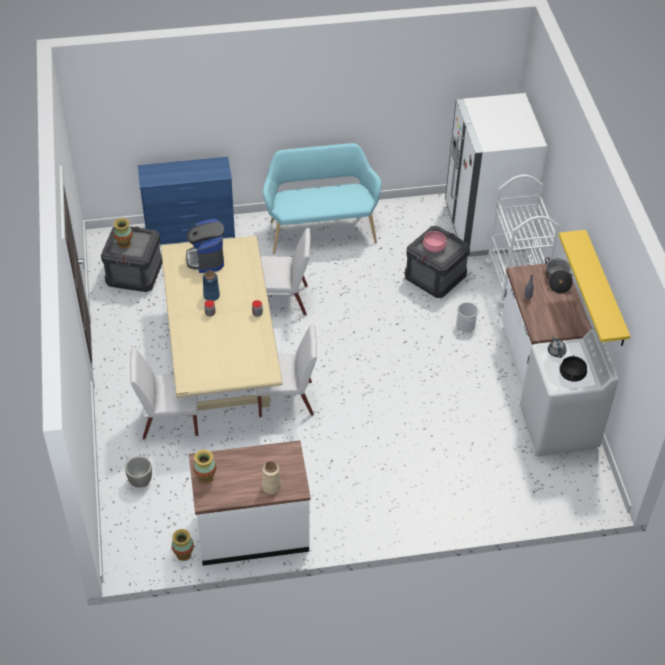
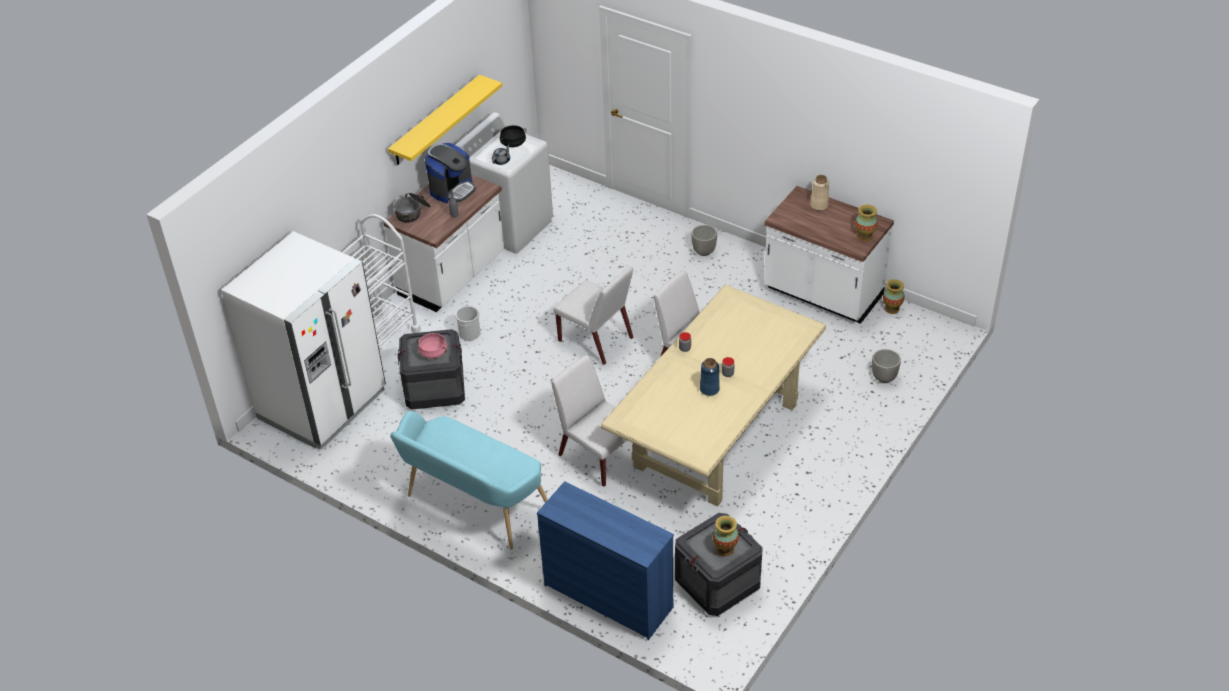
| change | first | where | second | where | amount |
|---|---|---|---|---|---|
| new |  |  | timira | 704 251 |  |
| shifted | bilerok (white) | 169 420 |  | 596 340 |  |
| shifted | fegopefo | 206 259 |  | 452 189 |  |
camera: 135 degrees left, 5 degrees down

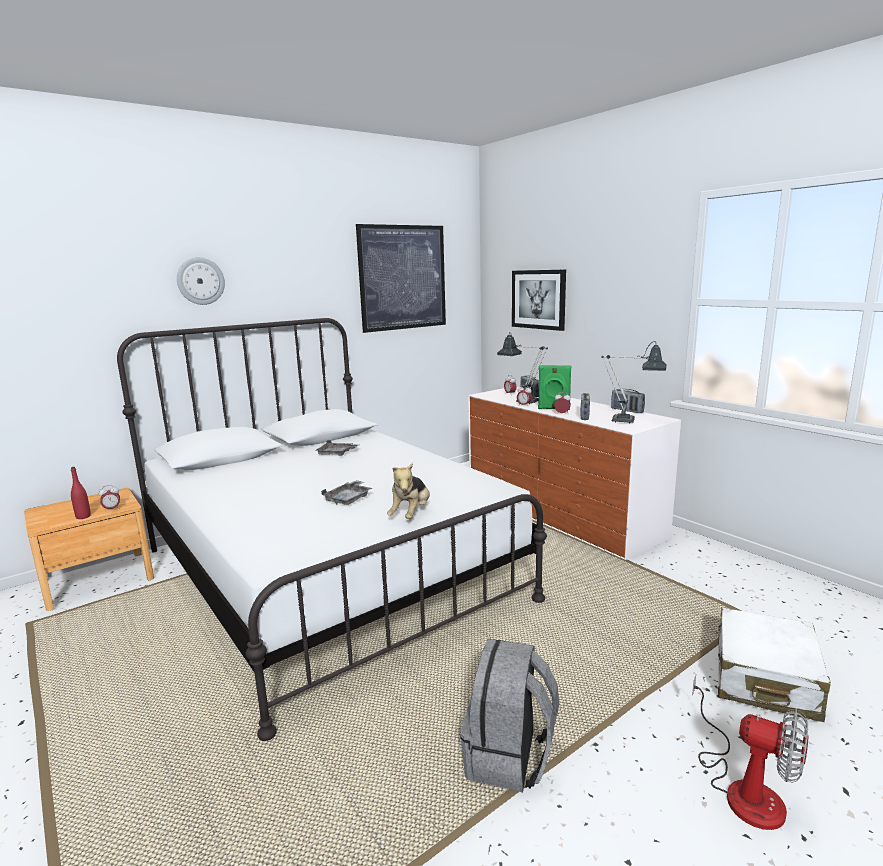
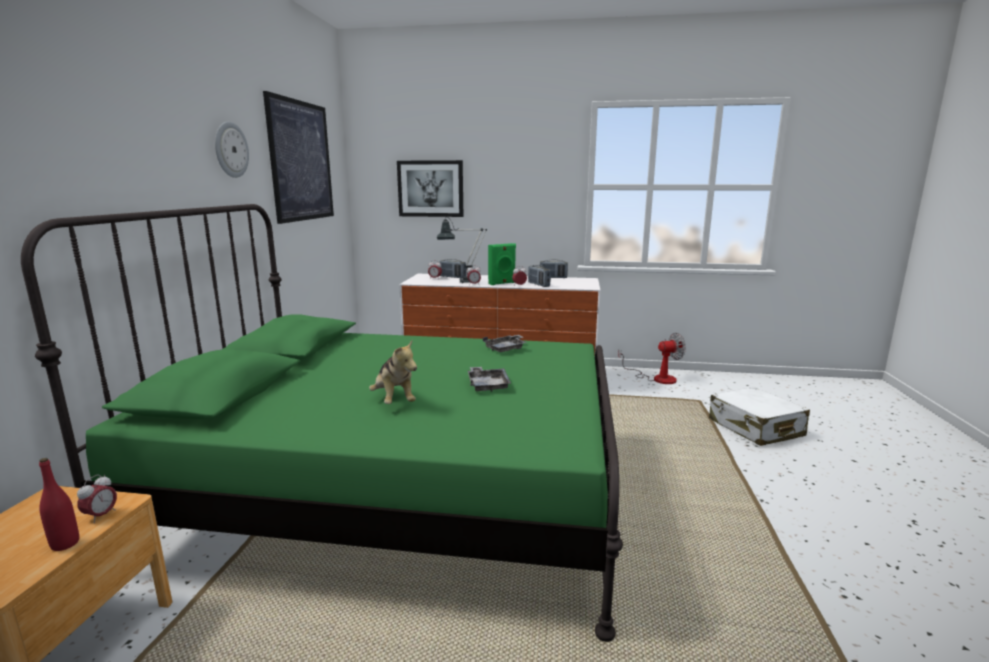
| change | first | where | second | where | amount |
|---|---|---|---|---|---|
| gone | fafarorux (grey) | 509 758 |  |  |  |
| gone | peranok | 629 421 |  |  |  |
| shifted | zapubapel | 200 281 |  | 230 150 |  |
| shifted | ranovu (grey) | 336 454 |  | 506 349 |  |
| shifted | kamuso | 411 514 |  | 394 400 |  |
| shifted | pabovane | 743 787 |  | 656 378 |  |
| repainted | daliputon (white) | 327 573 | daliputon (green) | 398 492 |  |
camera: 45 degrees left, 0 degrees up

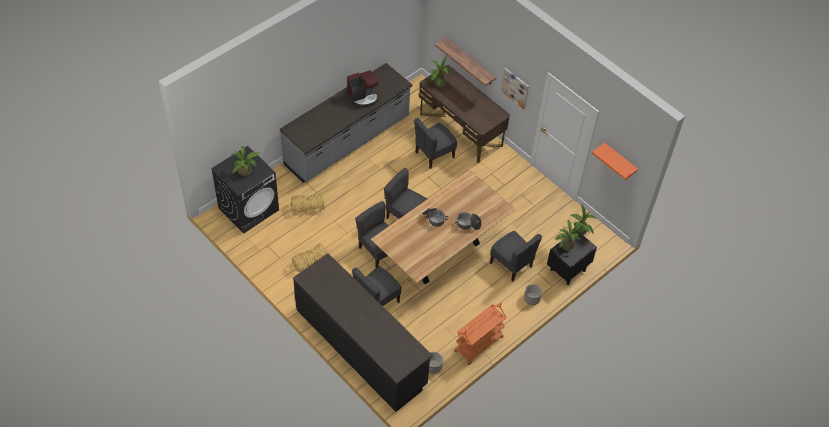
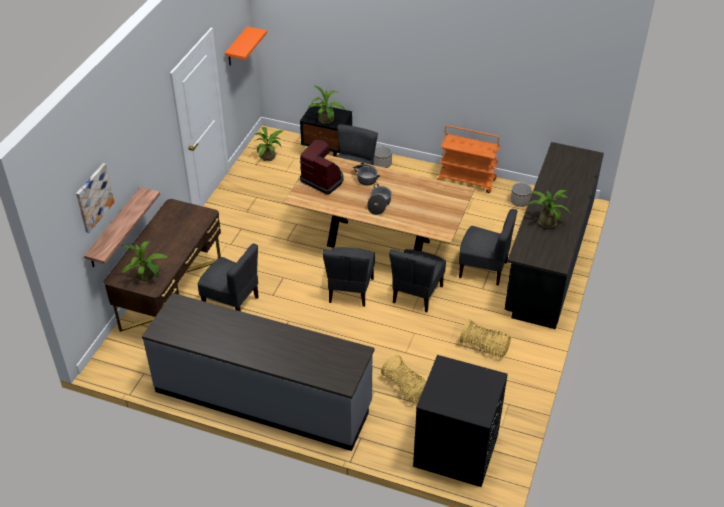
| change | first | where | second | where | amount |
|---|---|---|---|---|---|
| shifted | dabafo | 246 171 |  | 545 221 |  |
| shifted | fegopefo | 363 97 |  | 323 180 |  |
| shifted | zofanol | 515 88 |  | 94 197 |  |
camera: 115 degrees left, 10 degrees down

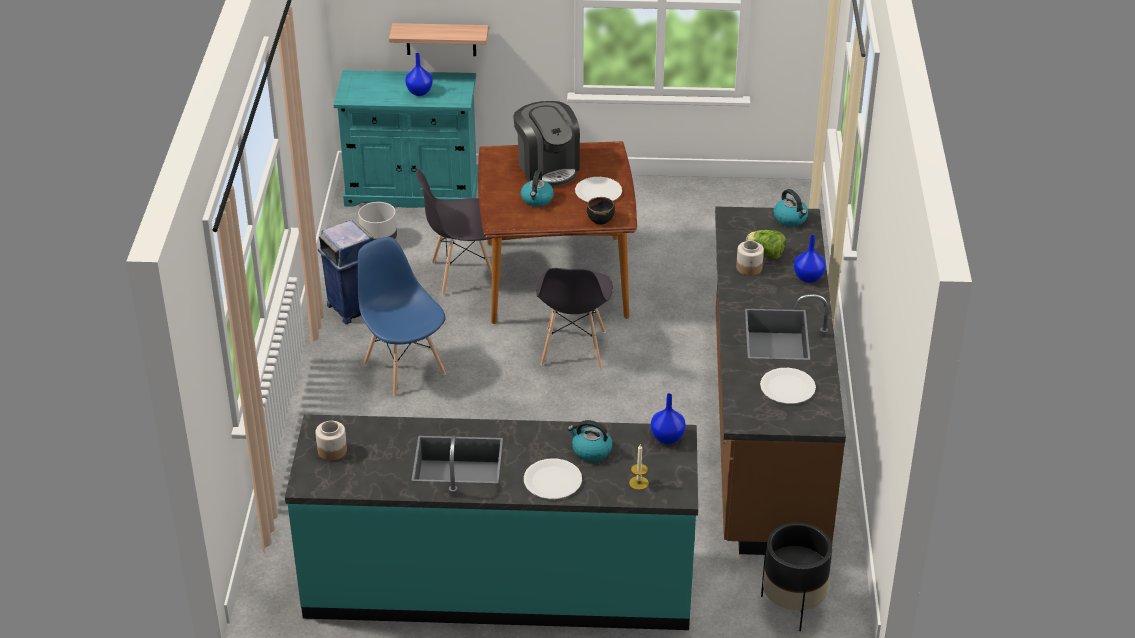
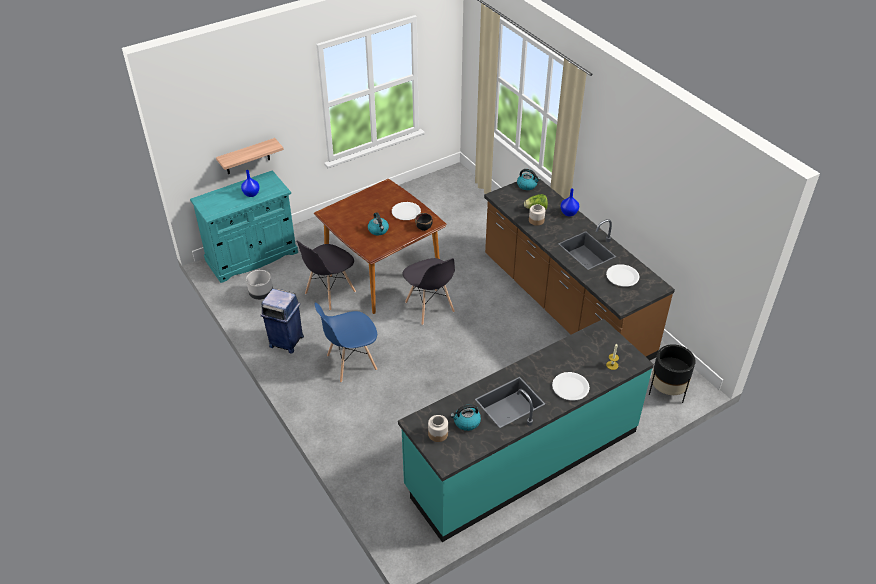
| change | first | where | second | where | amount |
|---|---|---|---|---|---|
| gone | fegopefo | 547 167 |  |  |  |
| gone | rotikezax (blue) | 666 438 |  |  |  |
| shifted | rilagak | 591 451 |  | 466 422 |  |
| rotated | bilerok (blue) | 404 368 |  | 351 363 | 45 degrees counterclockwise |
camera: 35 degrees left, 5 degrees up

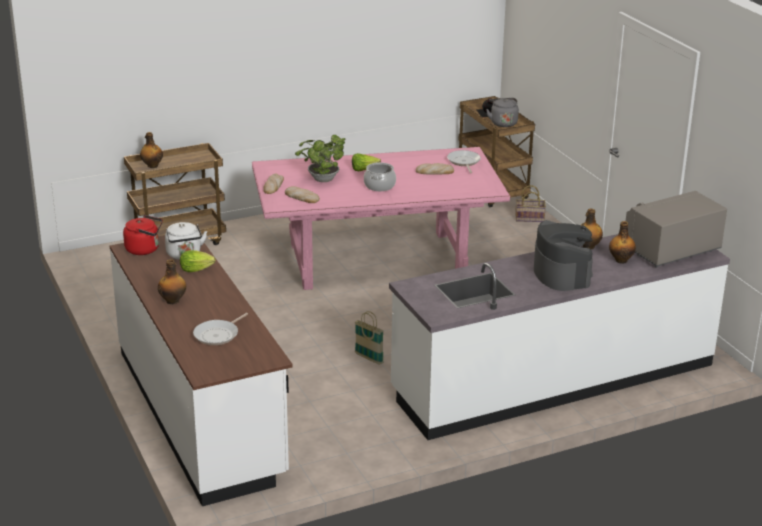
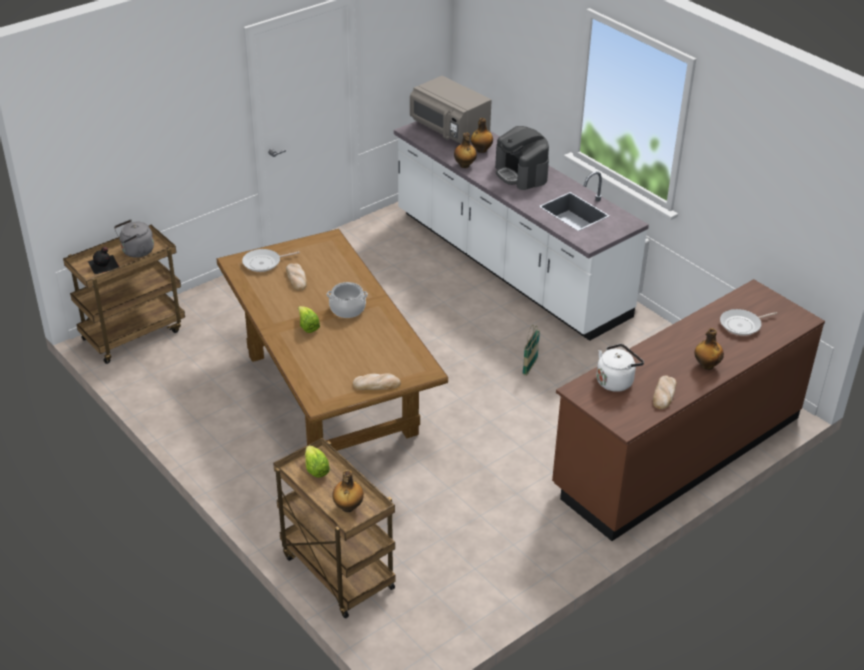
| change | first | where | second | where | amount |
|---|---|---|---|---|---|
| gone | rilagak (red) | 145 249 |  |  |  |
| gone | dabafo | 321 180 |  |  |  |
| gone | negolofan | 530 218 |  |  |  |
| shifted | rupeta | 195 270 |  | 316 470 |  |
| shifted | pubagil | 301 197 |  | 664 394 |  |
| repainted | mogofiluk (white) | 201 413 | mogofiluk (brown) | 677 452 |  |
| repainted | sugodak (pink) | 376 260 | sugodak (brown) | 331 394 |  |
| rotated | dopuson | 218 335 |  | 742 325 | 135 degrees clockwise |
| rotated | fegopefo | 561 274 |  | 521 174 | 90 degrees counterclockwise |
camera: 105 degrees left, 10 degrees up

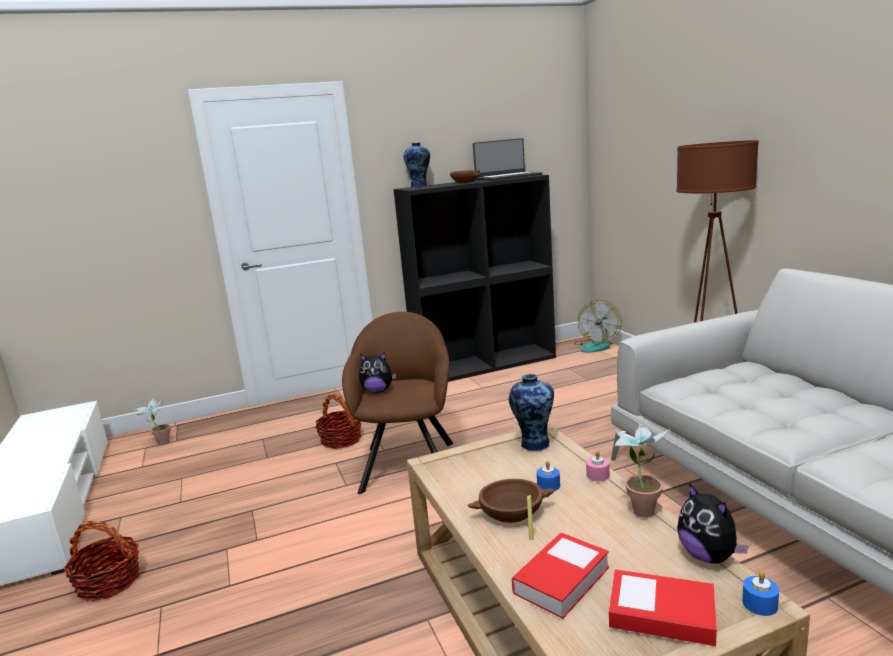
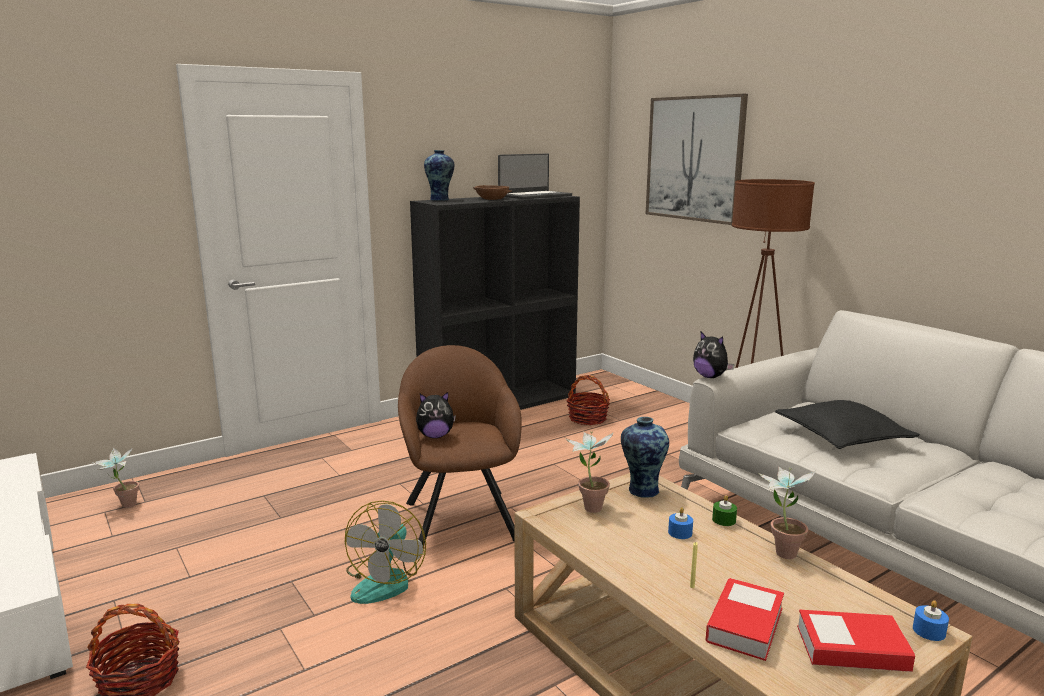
| change | first | where | second | where | amount |
|---|---|---|---|---|---|
| gone | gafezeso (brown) | 511 514 |  |  |  |
| new |  |  | dabafo | 589 505 |  |
| new |  |  | zofanol | 694 158 |  |
| new |  |  | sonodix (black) | 842 437 |  |
| shifted | negolofan | 341 440 |  | 587 418 |  |
| shifted | pabovane | 596 346 |  | 386 580 |  |
| shifted | kamuso | 708 556 |  | 710 377 |  |
| repainted | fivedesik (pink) | 597 475 | fivedesik (green) | 724 520 |  |
camera: 15 degrees left, 0 degrees up

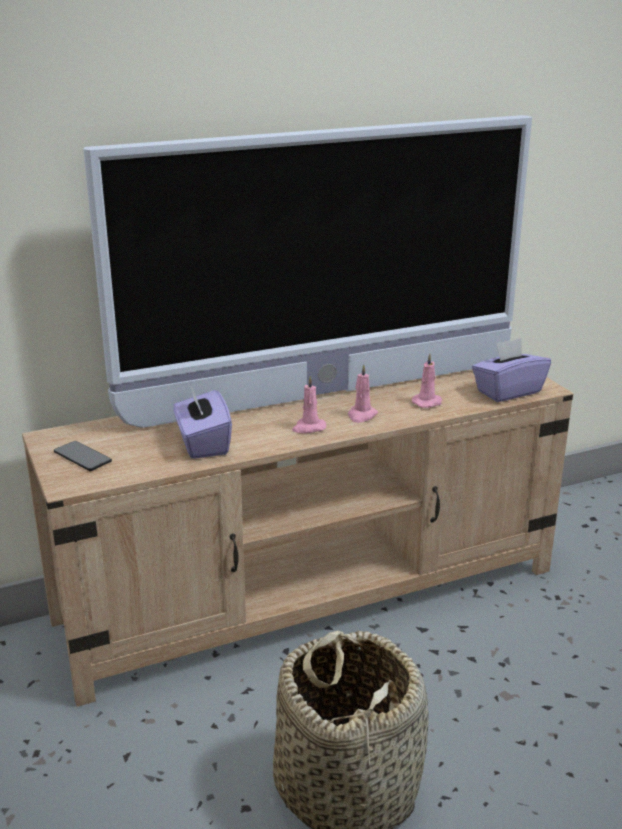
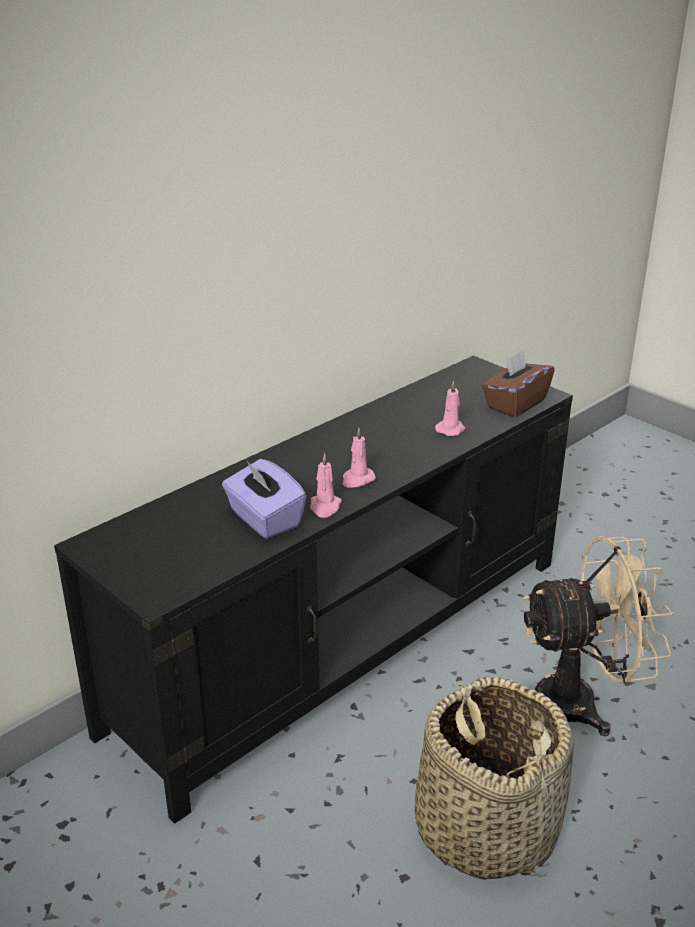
| change | first | where | second | where | amount |
|---|---|---|---|---|---|
| gone | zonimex | 82 457 |  |  |  |
| gone | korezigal | 324 394 |  |  |  |
| new |  |  | pabovane (beige) | 581 701 |  |
| shifted | fivedesik (pink) | 361 415 |  | 325 507 |  |
| repainted | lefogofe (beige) | 311 595 | lefogofe (black) | 346 641 |  |
| repainted | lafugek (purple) | 508 391 | lafugek (brown) | 515 404 |  |
camera: 20 degrees left, 5 degrees up

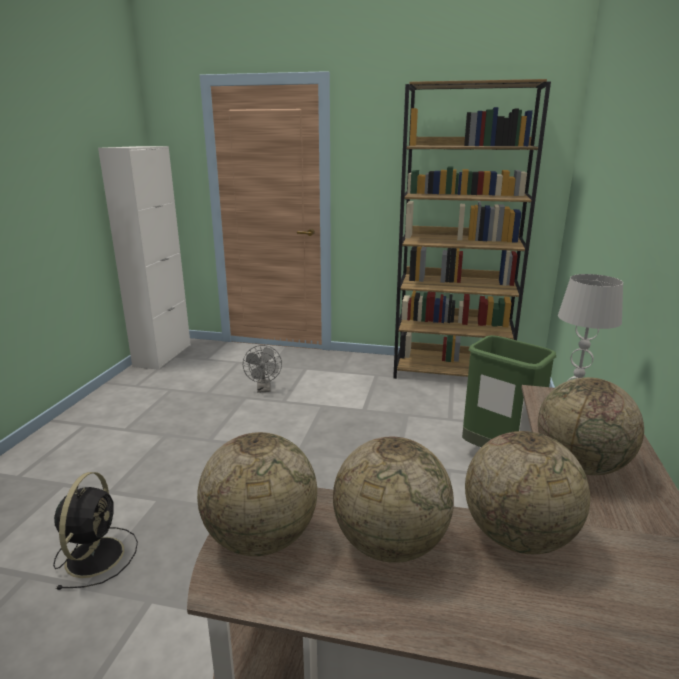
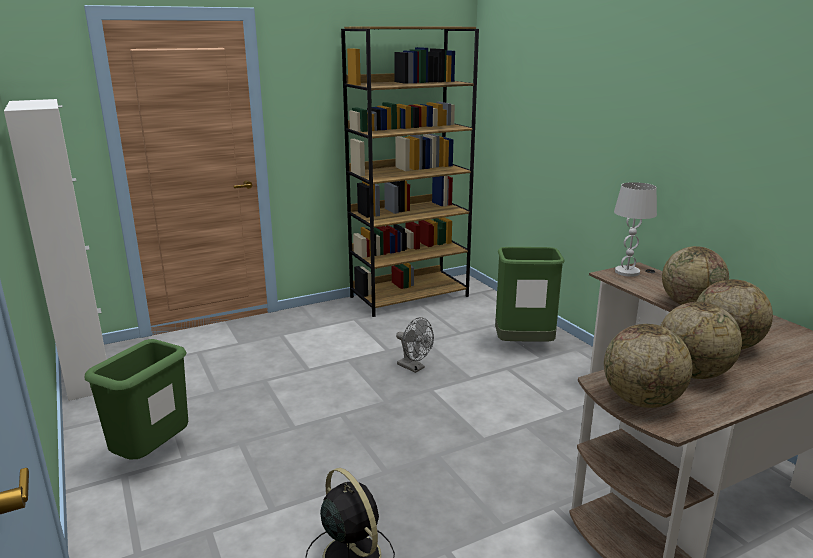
| change | first | where | second | where | amount |
|---|---|---|---|---|---|
| new |  |  | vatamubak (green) | 152 455 |  |
| shifted | pabovane (grey) | 264 389 |  | 414 367 |  |
camera: 40 degrees left, 0 degrees up

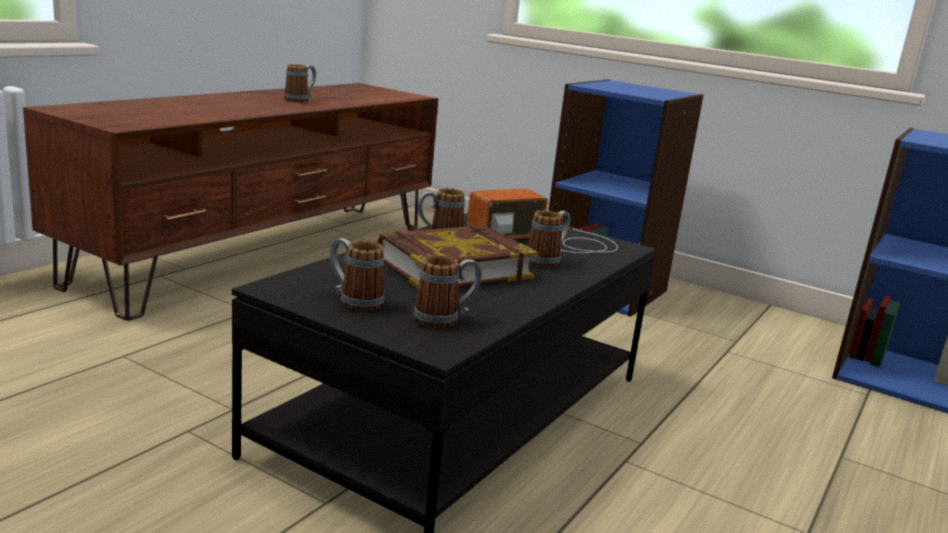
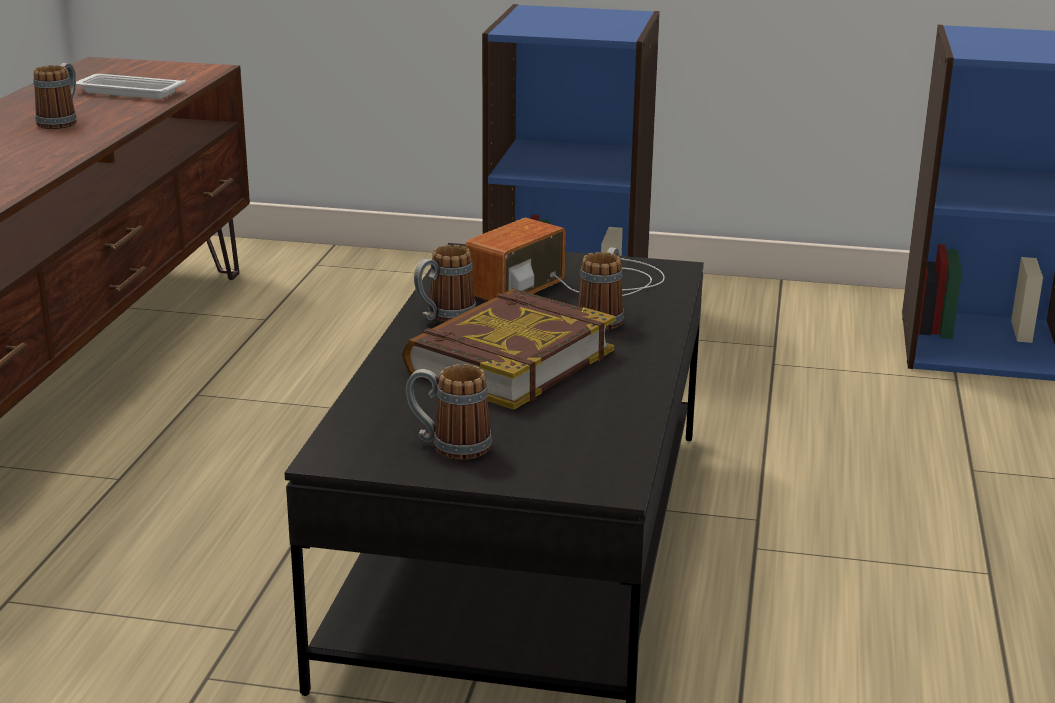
| change | first | where | second | where | amount |
|---|---|---|---|---|---|
| gone | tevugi | 445 319 |  |  |  |
| new |  |  | ranovu (white) | 128 92 |  |
camera: 20 degrees left, 5 degrees up

